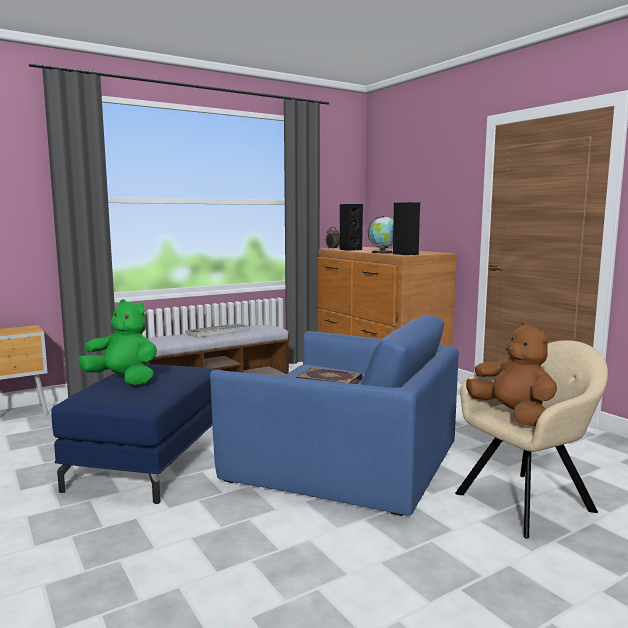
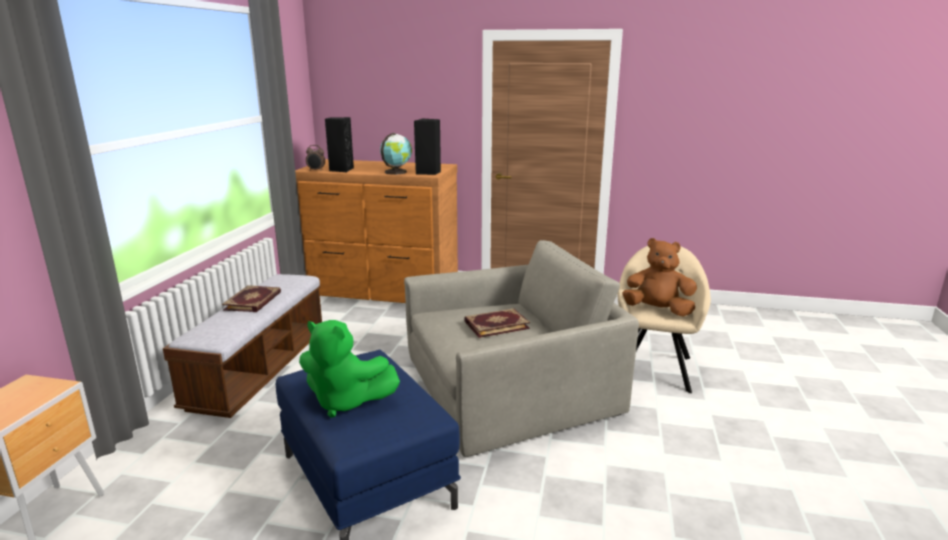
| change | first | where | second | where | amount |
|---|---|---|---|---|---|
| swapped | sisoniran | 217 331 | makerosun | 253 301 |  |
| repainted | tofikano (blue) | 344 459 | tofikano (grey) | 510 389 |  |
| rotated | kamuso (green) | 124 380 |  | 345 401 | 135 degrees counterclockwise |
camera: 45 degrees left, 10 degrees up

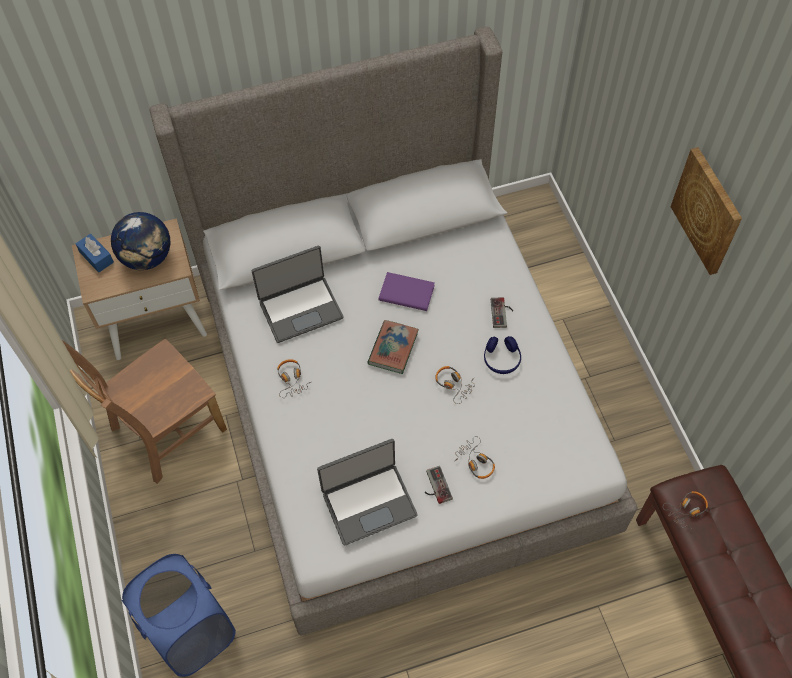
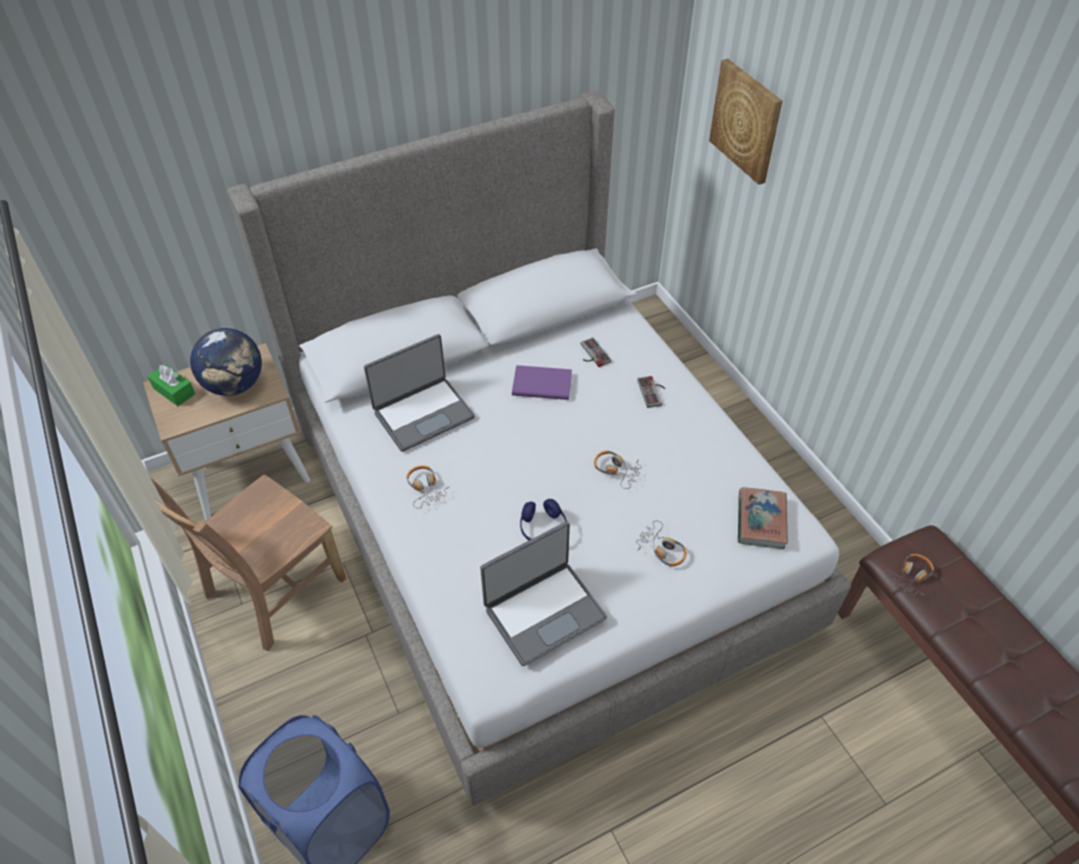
| change | first | where | second | where | amount |
|---|---|---|---|---|---|
| shifted | makerosun | 393 348 |  | 761 520 |  |
| shifted | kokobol | 435 486 |  | 591 354 |  |
| shifted | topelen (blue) | 501 359 |  | 543 528 |  |
| shifted | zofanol | 708 211 |  | 746 121 |  |
| repainted | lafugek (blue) | 96 257 | lafugek (green) | 174 391 |  |
camera: 10 degrees left, 10 degrees down

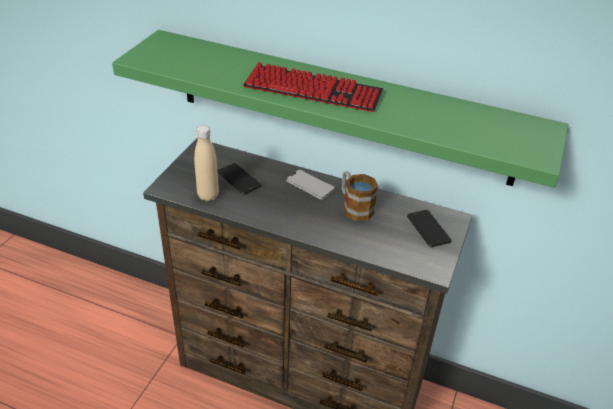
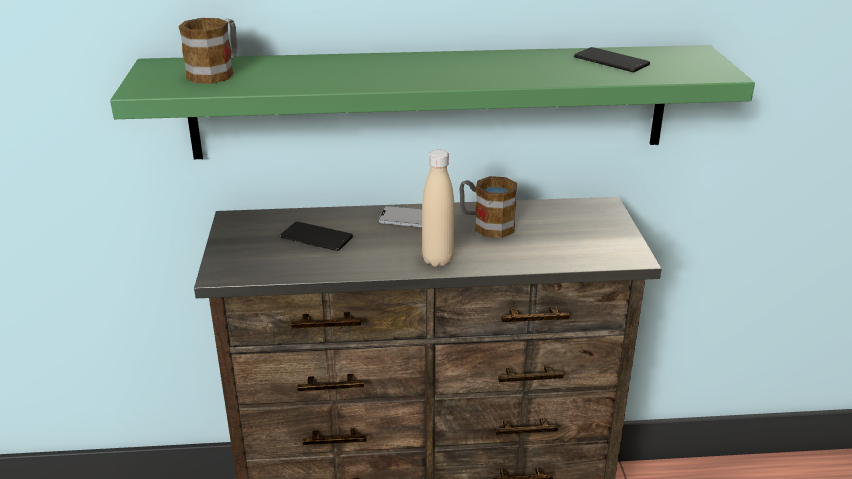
| change | first | where | second | where | amount |
|---|---|---|---|---|---|
| gone | sisoniran | 312 90 |  |  |  |
| new |  |  | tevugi | 217 72 |  |
| shifted | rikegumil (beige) | 208 196 |  | 437 260 |  |
| shifted | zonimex | 428 228 |  | 611 61 |  |
camera: 25 degrees left, 10 degrees down

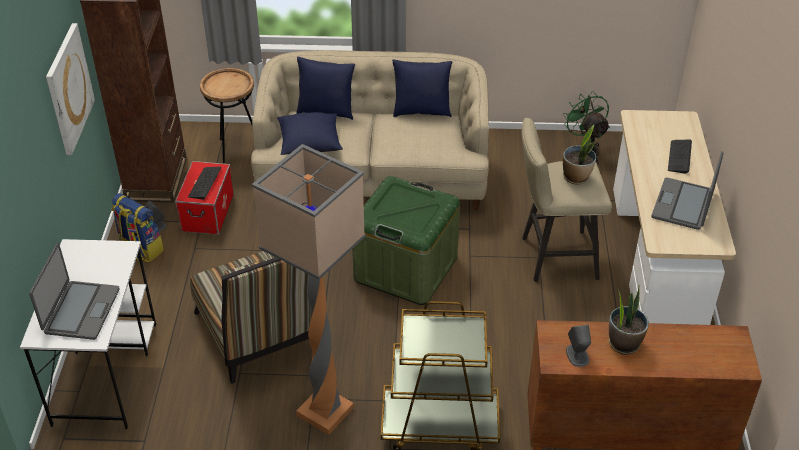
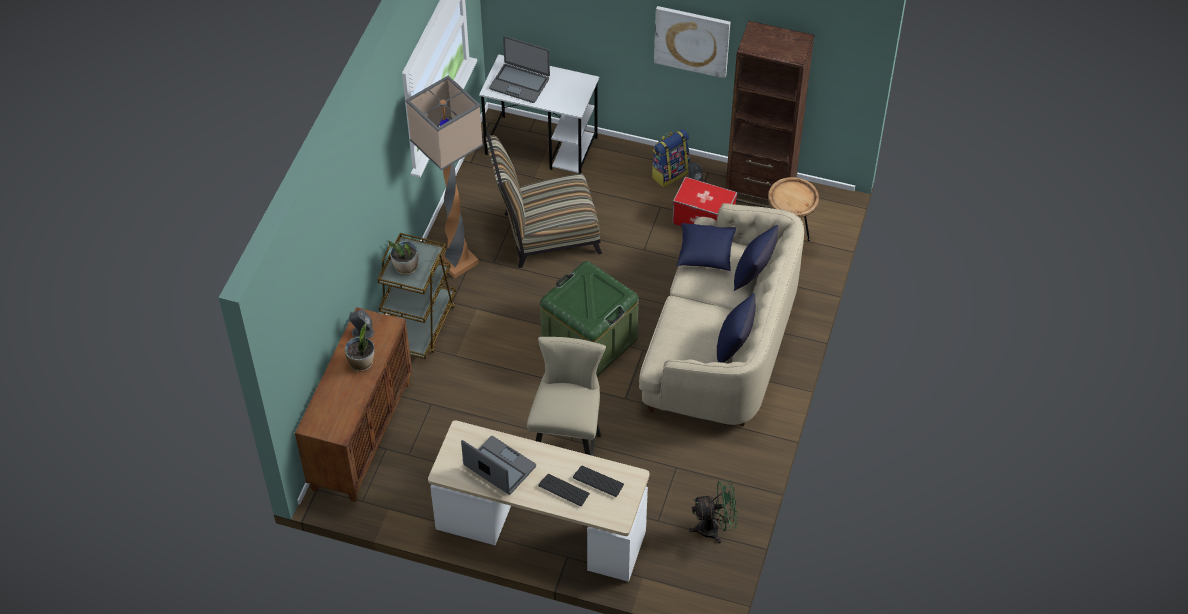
| change | first | where | second | where | amount |
|---|---|---|---|---|---|
| shifted | sisoniran | 204 183 |  | 598 481 |  |
| shifted | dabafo | 576 177 |  | 406 267 |  |
camera: 105 degrees right, 10 degrees up

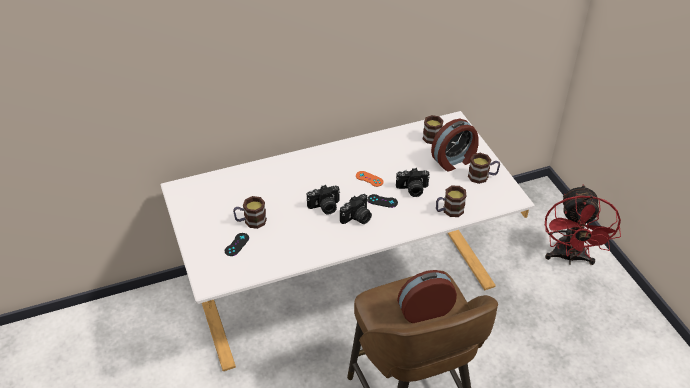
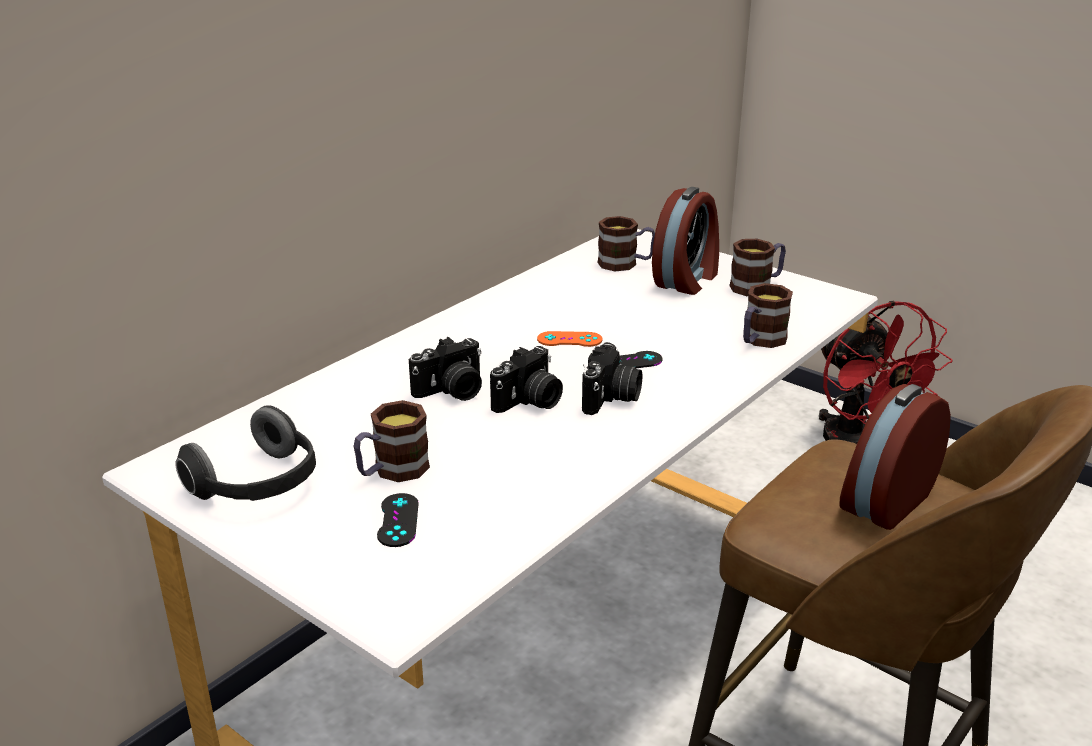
| change | first | where | second | where | amount |
|---|---|---|---|---|---|
| new |  |  | topelen | 259 485 |  |
| shifted | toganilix | 412 190 |  | 452 392 |  |
camera: 30 degrees left, 15 degrees down

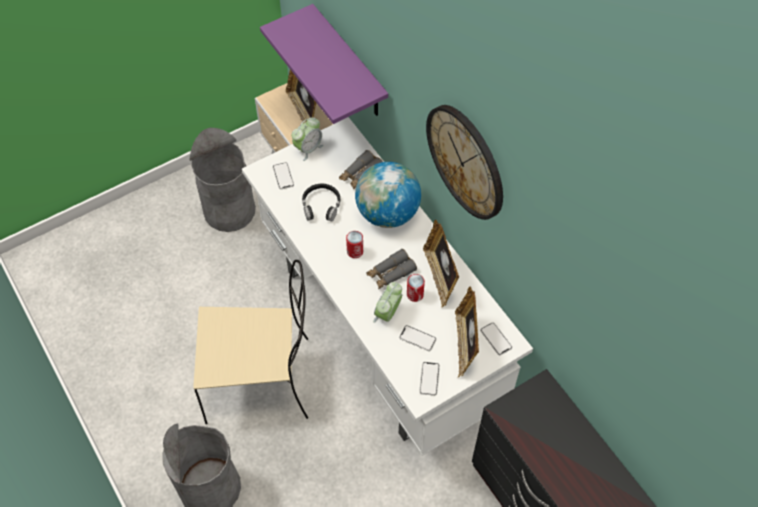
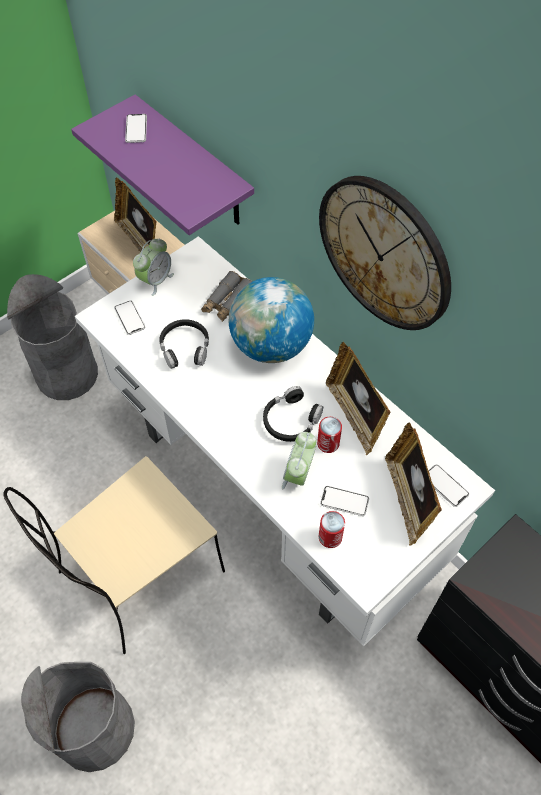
| change | first | where | second | where | amount |
|---|---|---|---|---|---|
| shifted | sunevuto | 355 251 |  | 330 537 |  |
| shifted | zonimex | 429 379 |  | 136 129 |  |
| swapped | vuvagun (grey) | 391 273 | topelen (black) | 291 420 |  |
| rotated | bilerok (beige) | 261 379 |  | 138 574 | 150 degrees clockwise |
camera: 10 degrees left, 0 degrees up

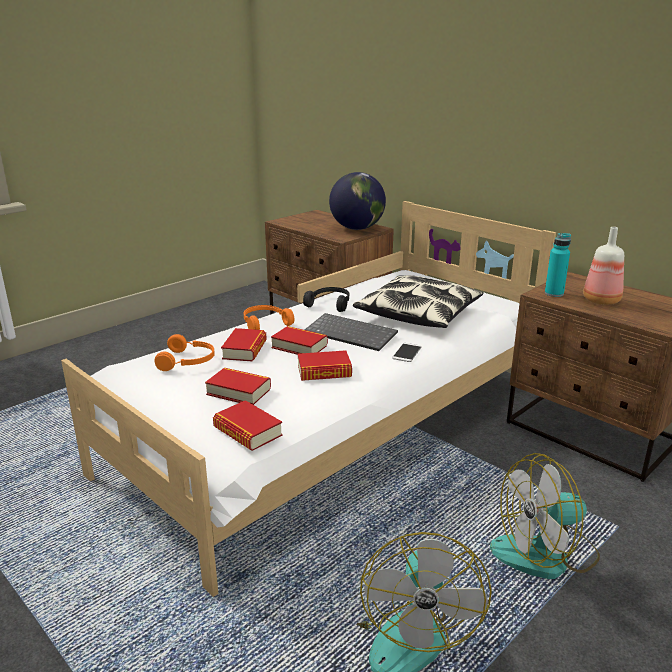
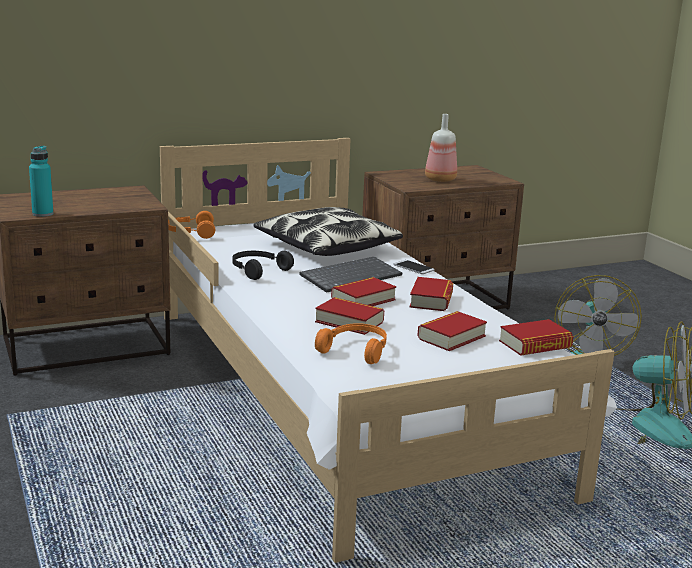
| change | first | where | second | where | amount |
|---|---|---|---|---|---|
| gone | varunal | 357 228 |  |  |  |
| shifted | topelen (orange) | 264 323 |  | 190 233 |  |
| shifted | rikegumil (turquoise) | 554 293 |  | 43 214 |  |
camera: 70 degrees left, 5 degrees down

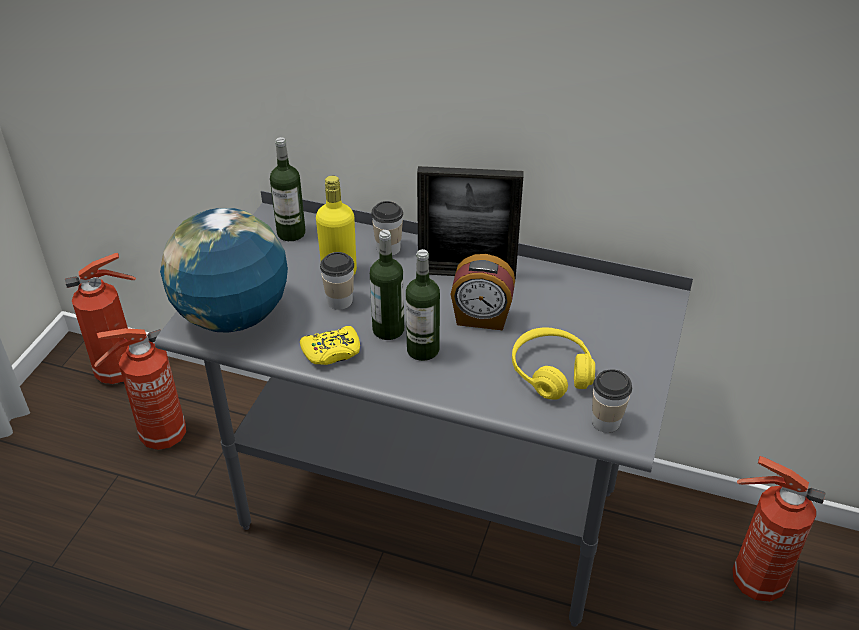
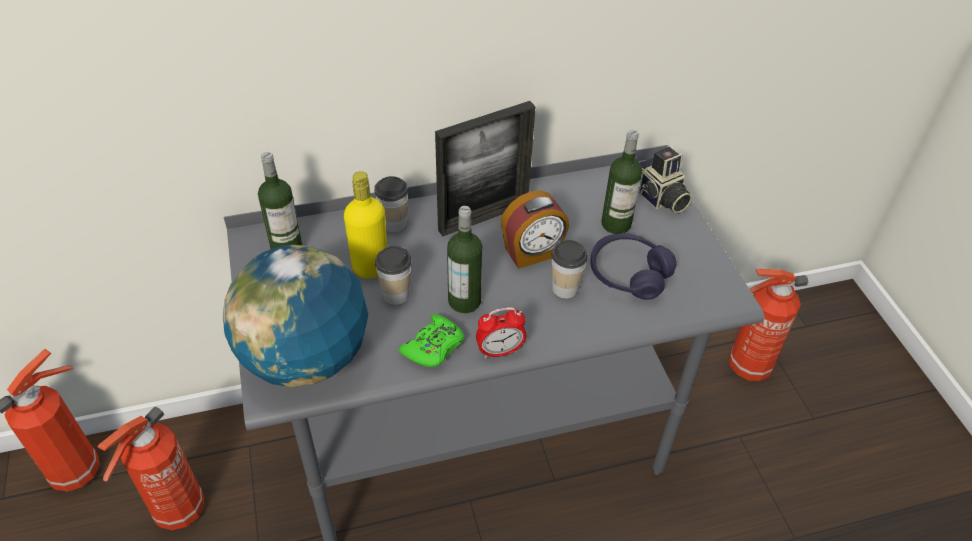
| change | first | where | second | where | amount |
|---|---|---|---|---|---|
| new |  |  | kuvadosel | 500 351 |  |
| new |  |  | toganilix | 658 197 |  |
| shifted | rikegumil | 423 350 |  | 616 224 |  |
| shifted | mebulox | 606 422 |  | 565 288 |  |
| repainted | kokobol (yellow) | 332 352 | kokobol (green) | 434 347 |  |
| repainted | topelen (yellow) | 551 372 | topelen (purple) | 628 274 |  |
camera: 35 degrees left, 5 degrees up

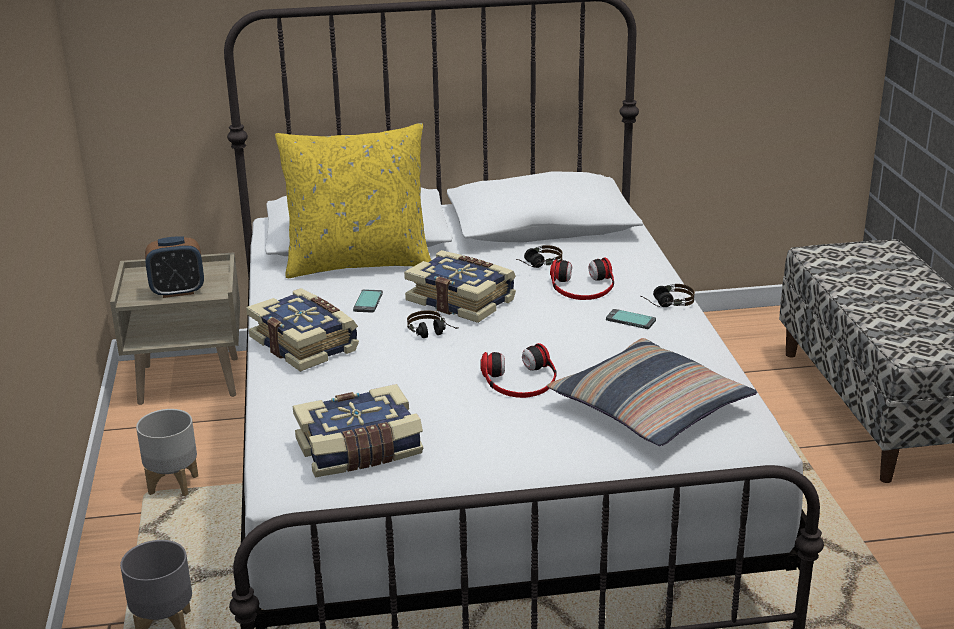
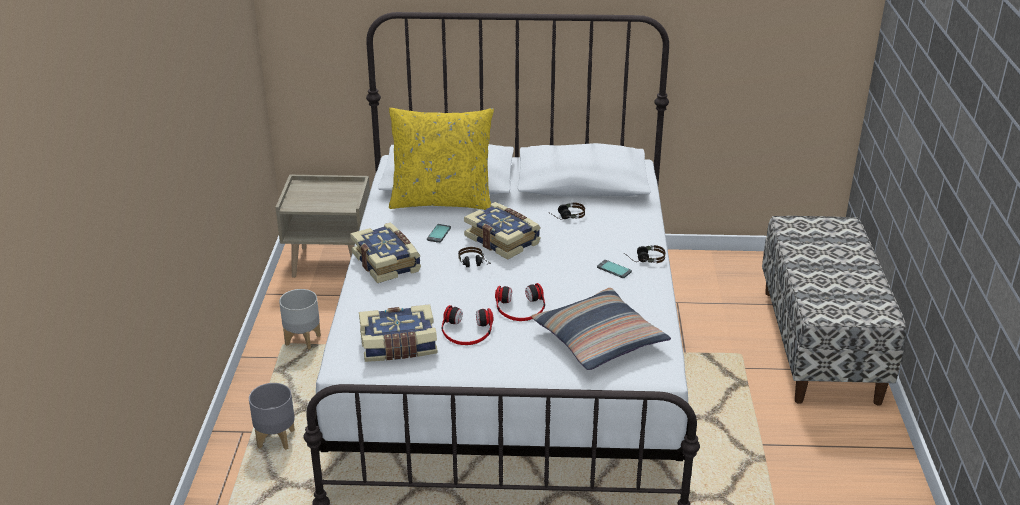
| change | first | where | second | where | amount |
|---|---|---|---|---|---|
| gone | kuvadosel | 178 291 |  |  |  |
| shifted | topelen | 582 287 |  | 466 331 |  |
camera: 10 degrees right, 5 degrees up

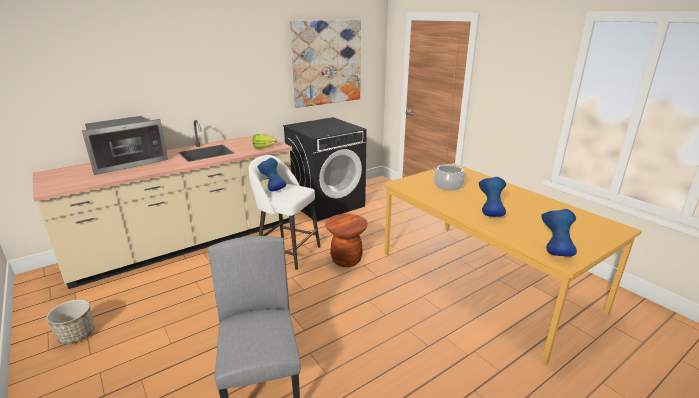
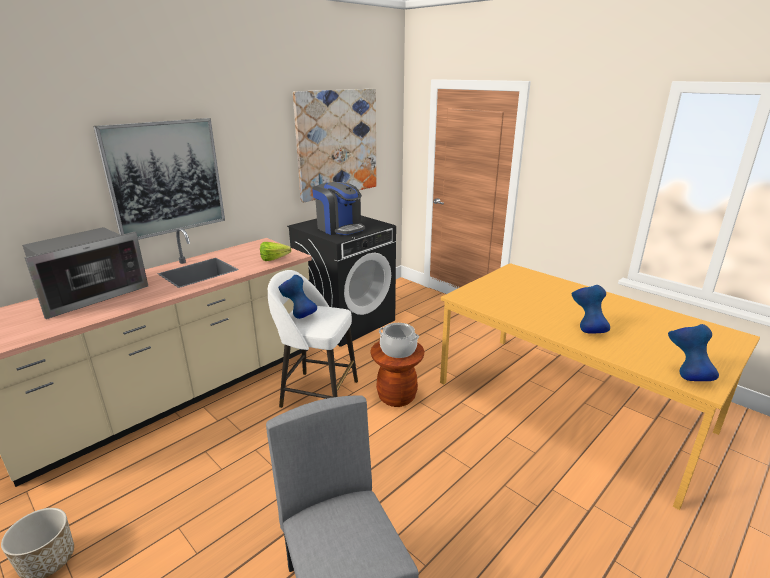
| change | first | where | second | where | amount |
|---|---|---|---|---|---|
| new |  |  | zofanol | 165 178 |  |
| new |  |  | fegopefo | 339 228 |  |
| shifted | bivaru | 448 185 |  | 398 350 |  |
camera: 10 degrees left, 0 degrees up

